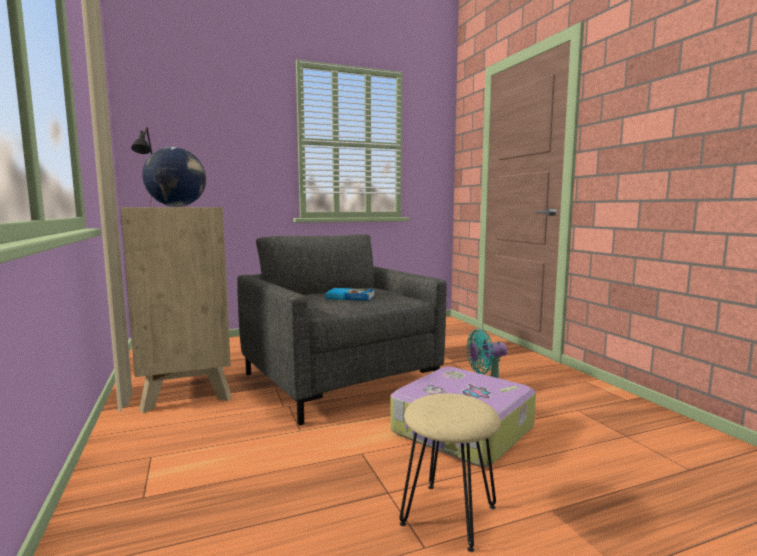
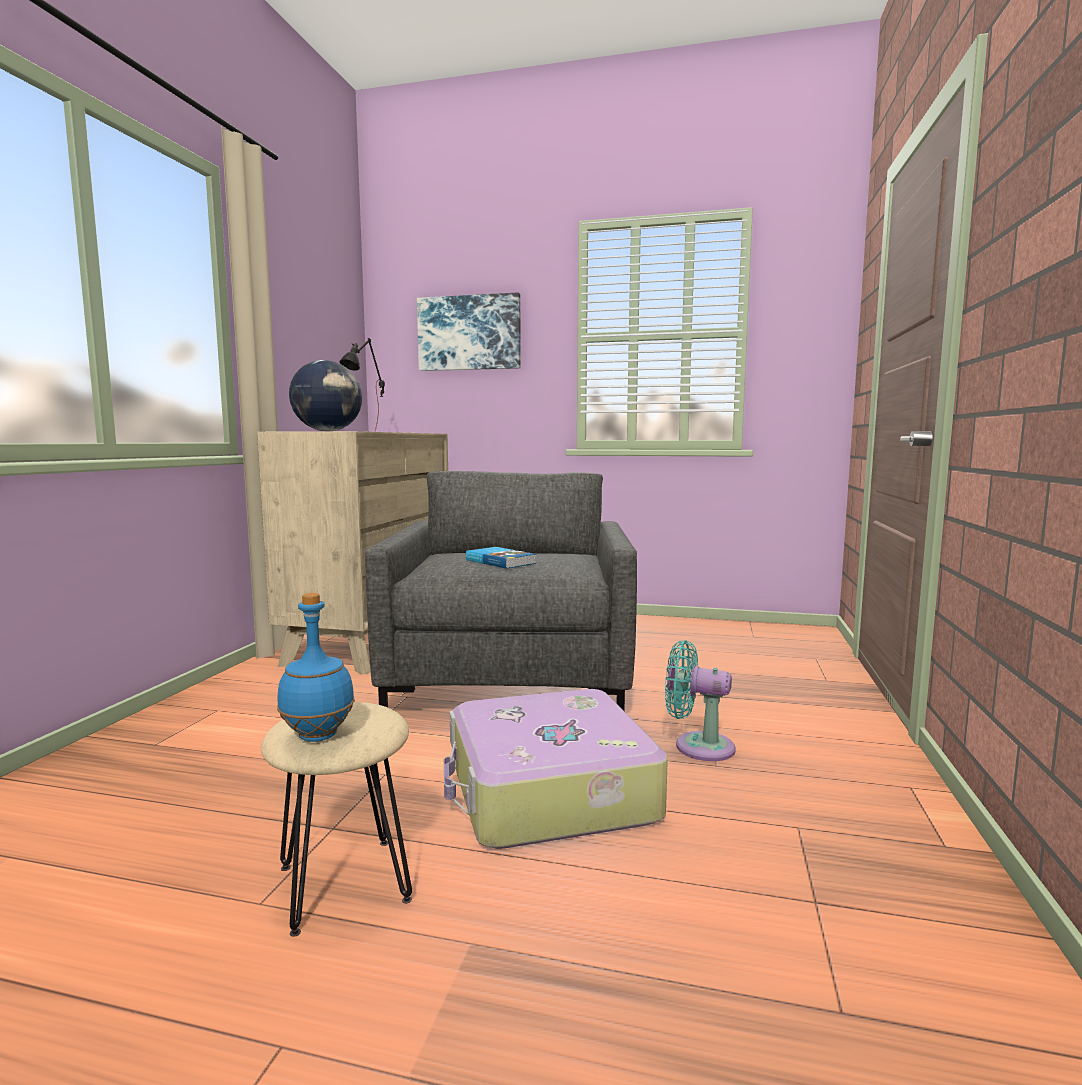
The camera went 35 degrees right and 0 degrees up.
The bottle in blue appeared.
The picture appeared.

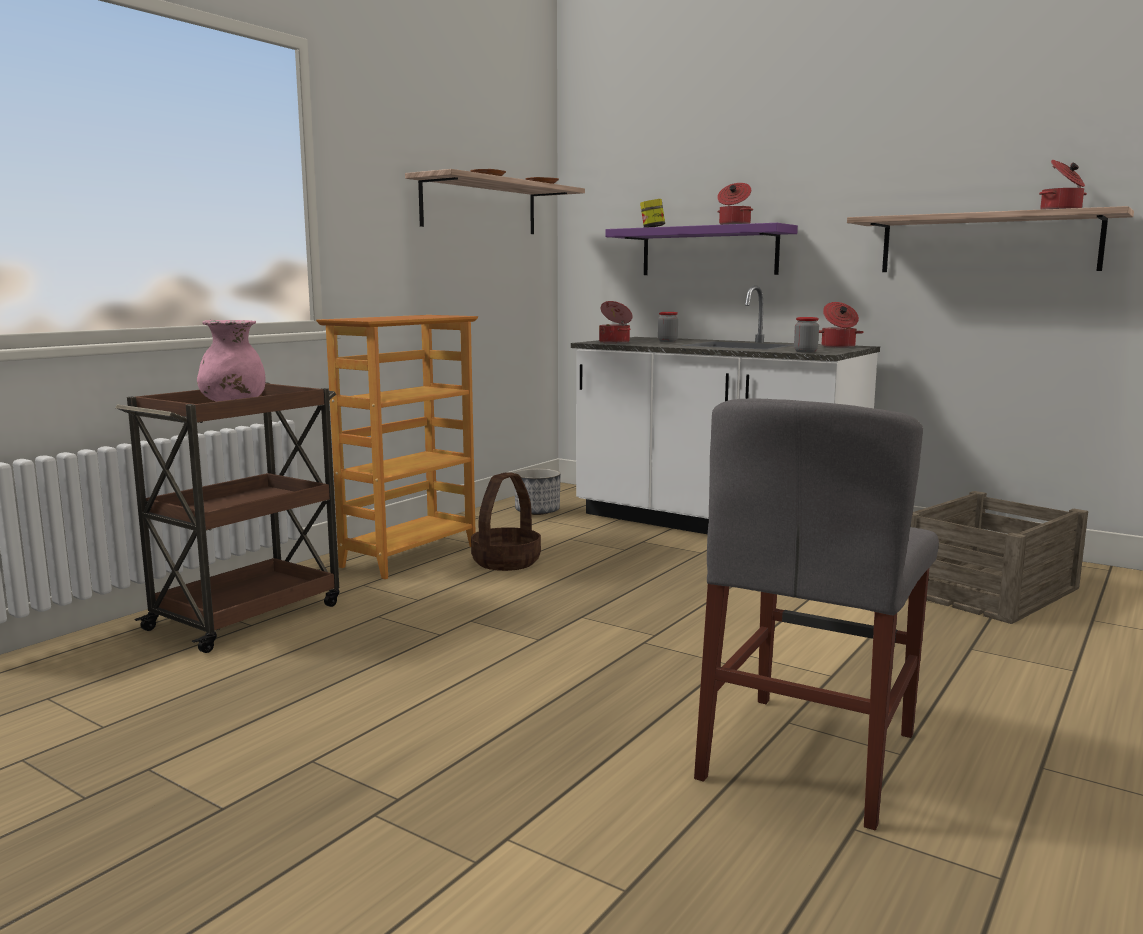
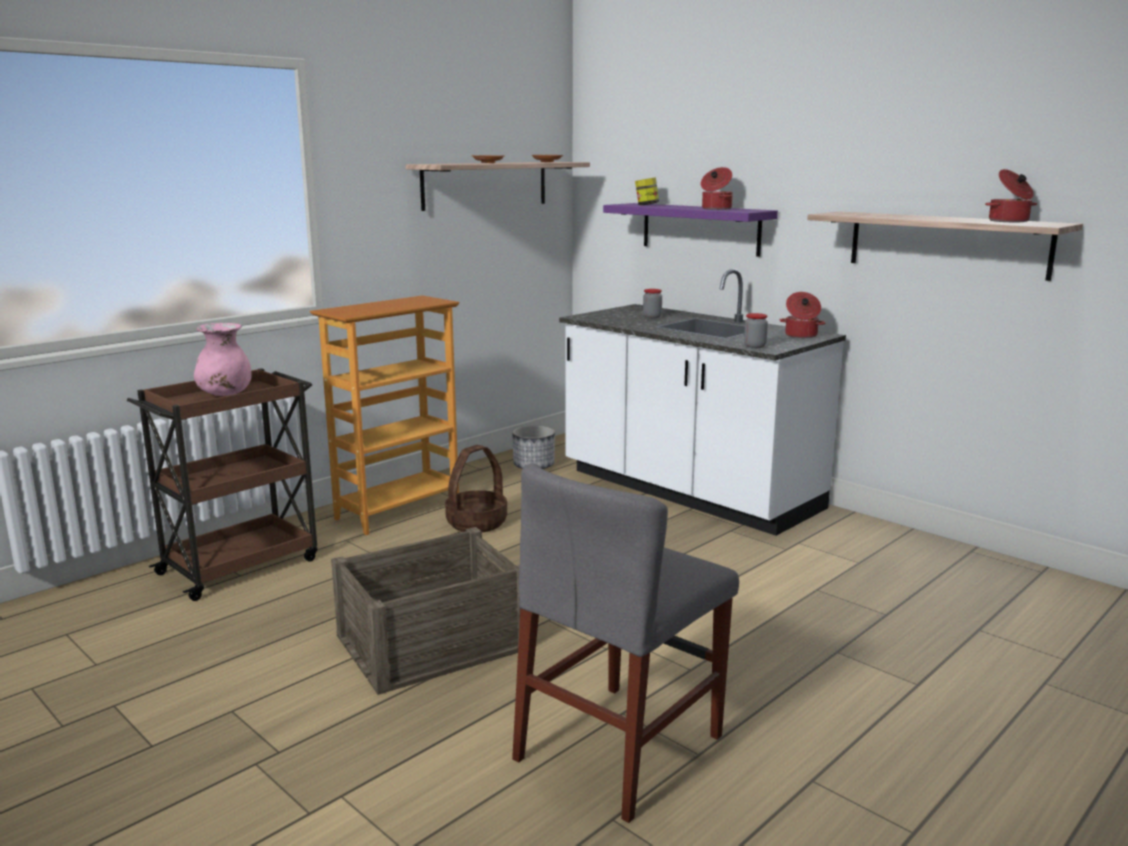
The camera went 10 degrees right and 5 degrees up.
The cooking pot (no. 1 from left) disappeared.
The crate moved.

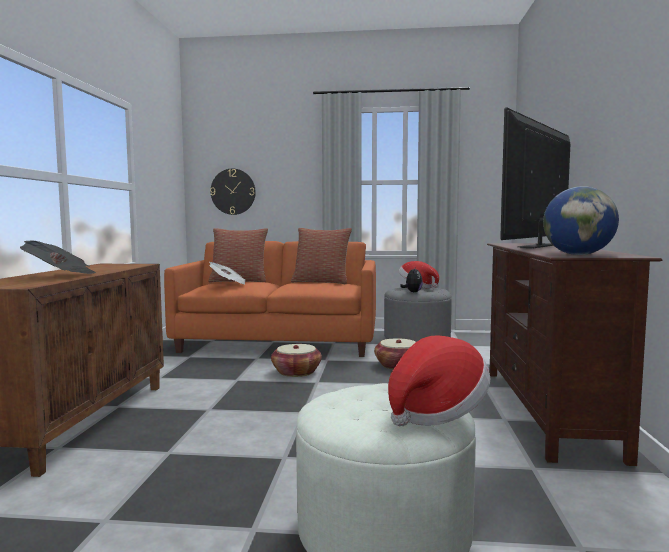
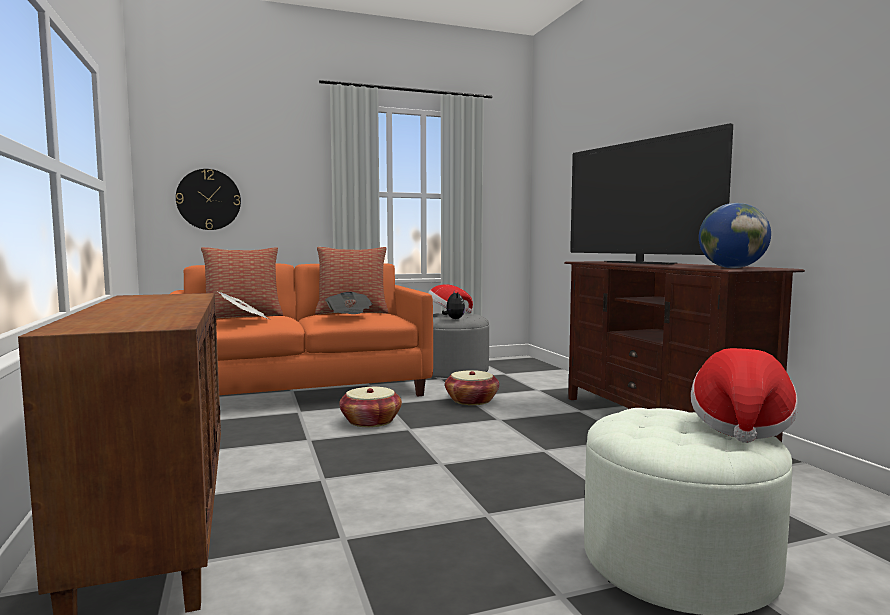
The camera went 25 degrees left and 0 degrees up.
The newspaper (no. 1 from left in the first image) moved.
The television turned 45 degrees counterclockwise.

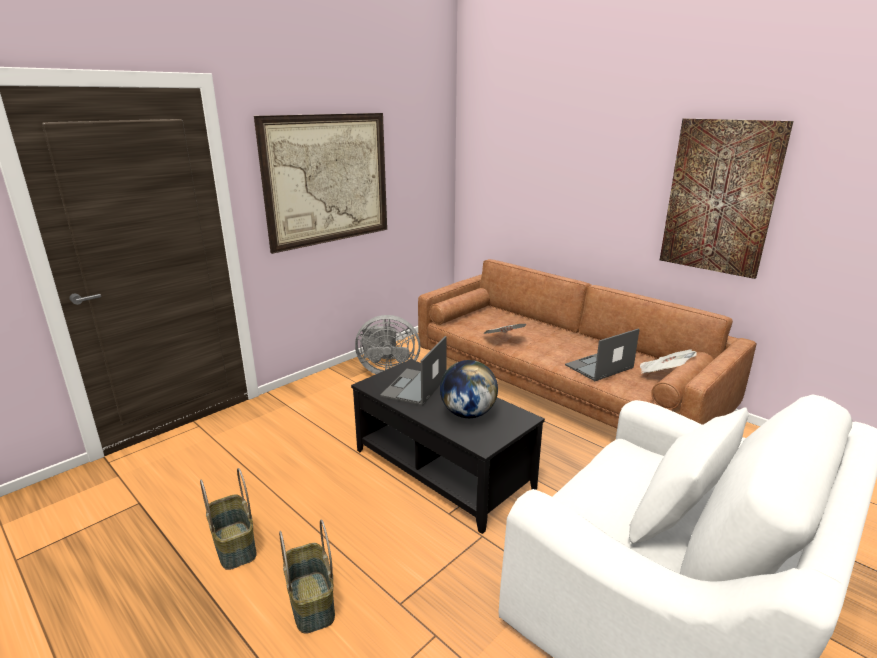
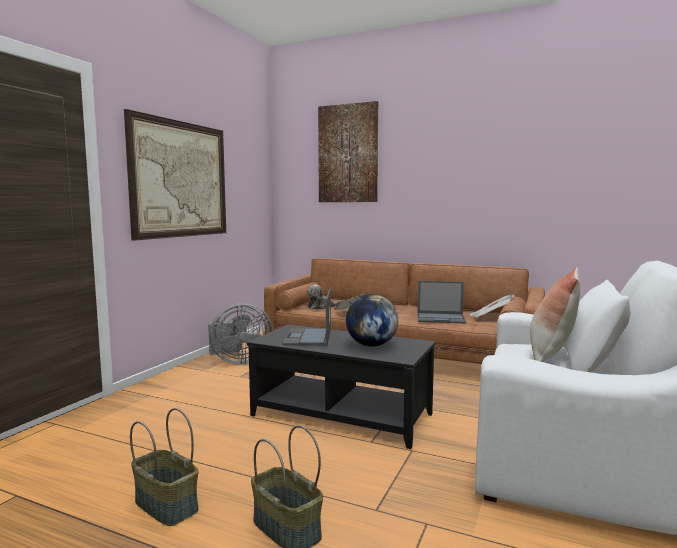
The camera went 20 degrees left and 15 degrees down.
The laptop (no. 2 from left) turned 120 degrees counterclockwise.
The picture (no. 2 from left) moved.
The plush toy appeared.
The pillow appeared.

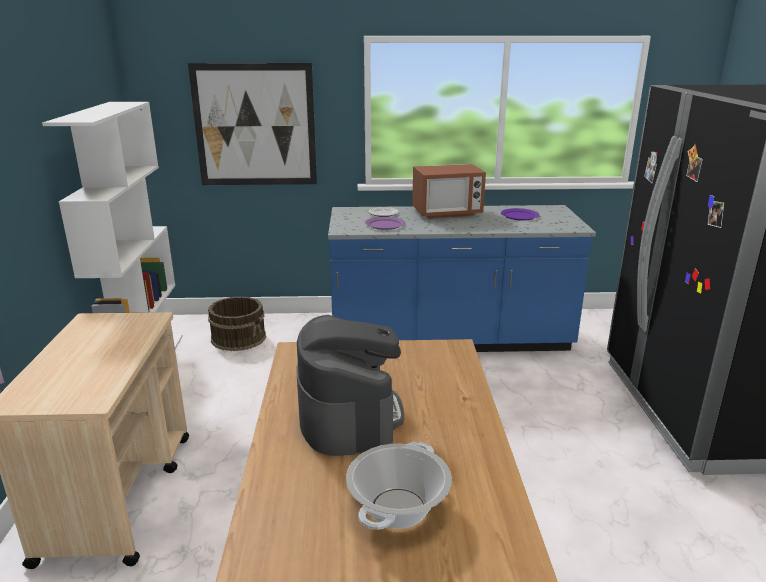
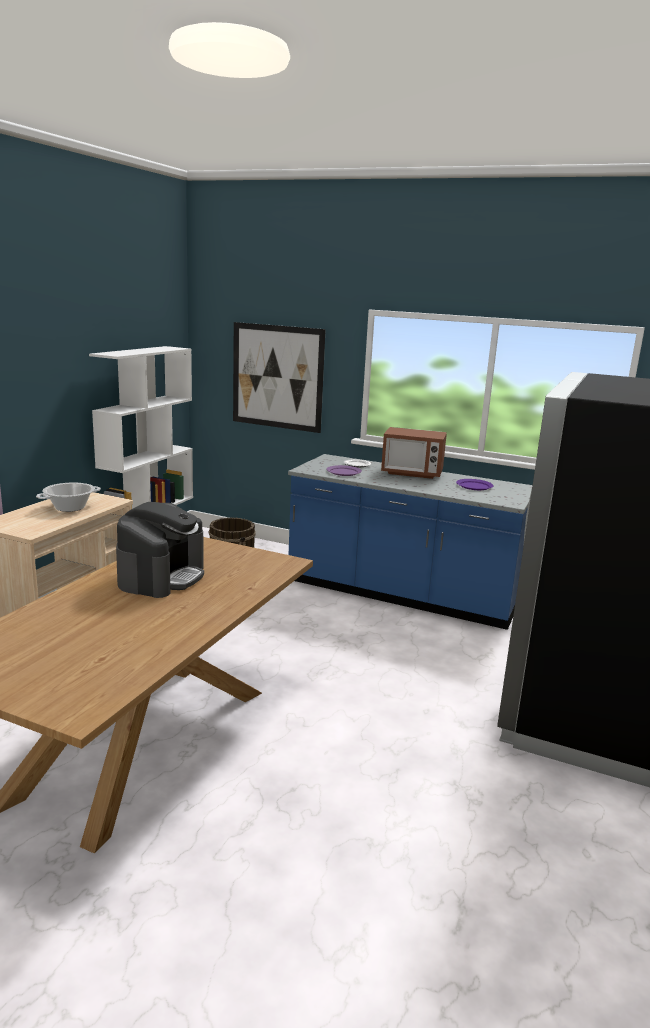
The camera went 25 degrees right and 5 degrees down.
The cooking pot moved.

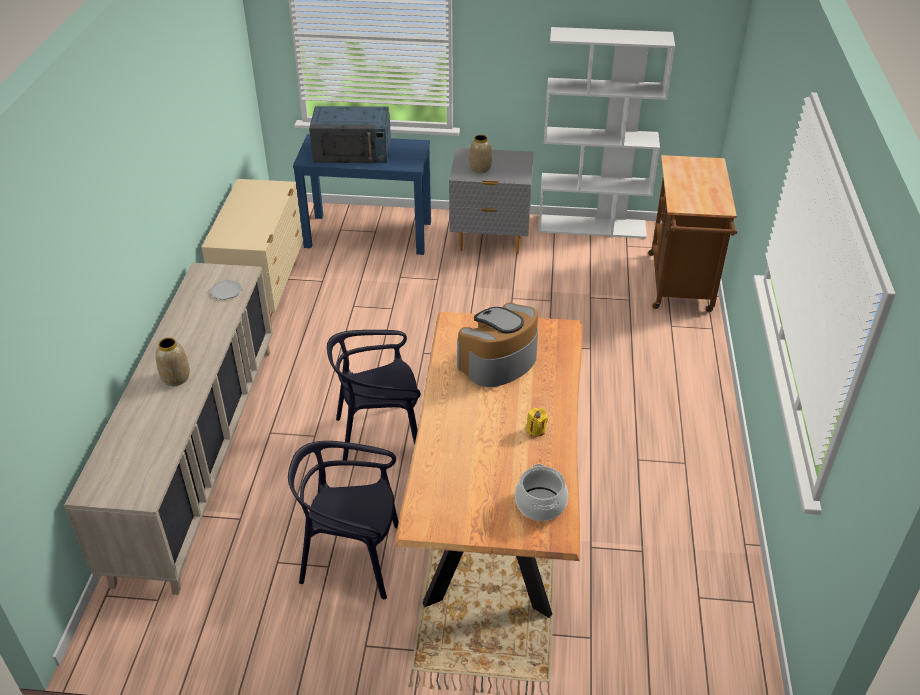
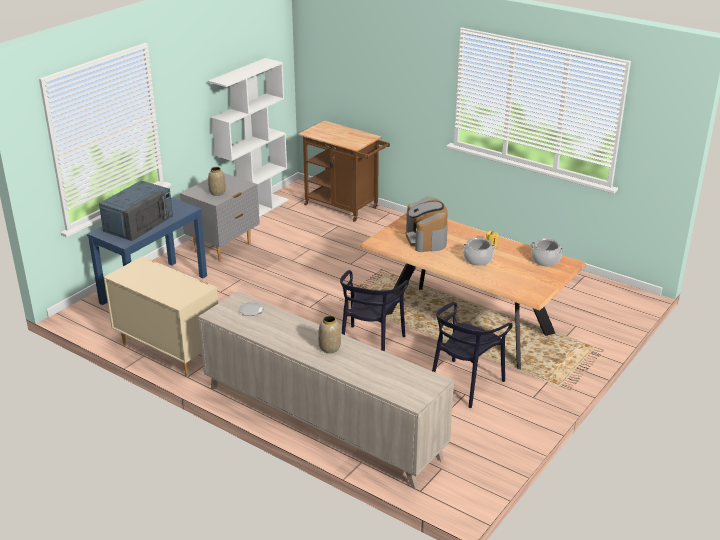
The camera went 60 degrees left and 10 degrees down.
The cooking pot (no. 1 from left) appeared.

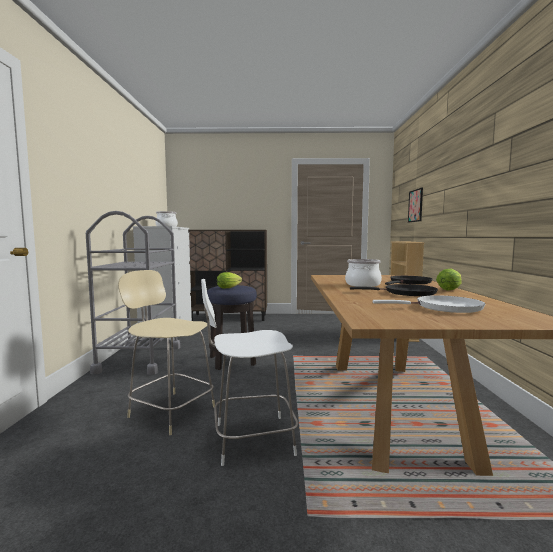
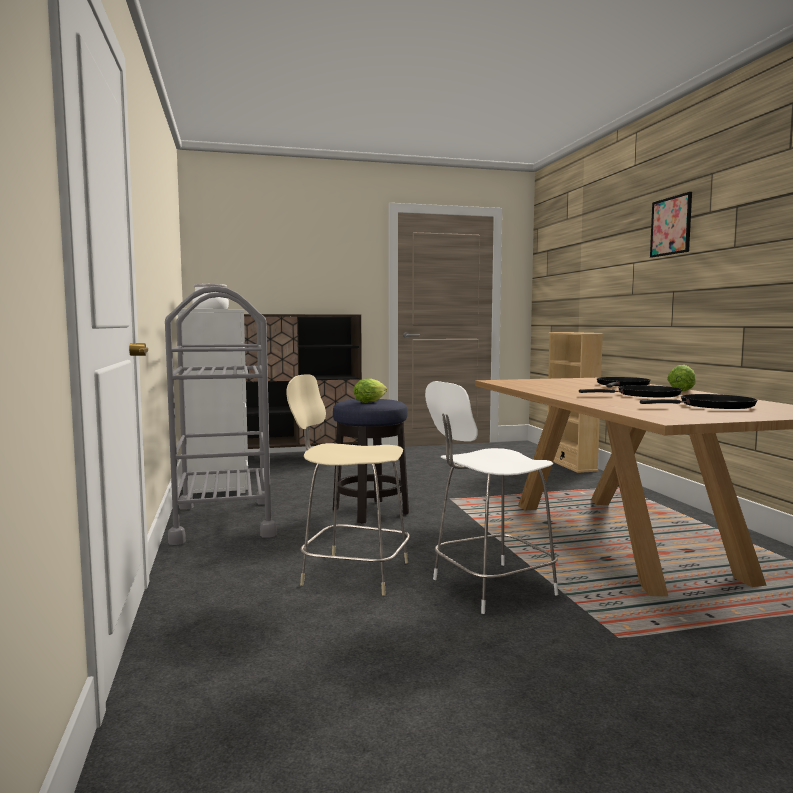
The camera went 15 degrees left and 0 degrees up.
The cooking pot (no. 2 from left) disappeared.
The frying pan in white became the frying pan in black (no. 3 from left).
The picture moved.

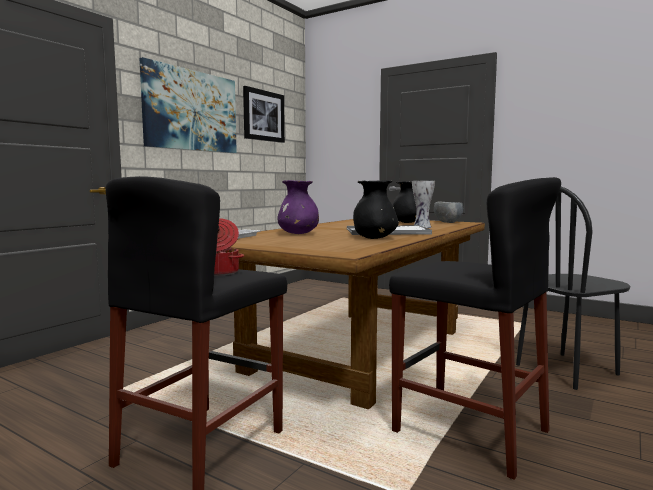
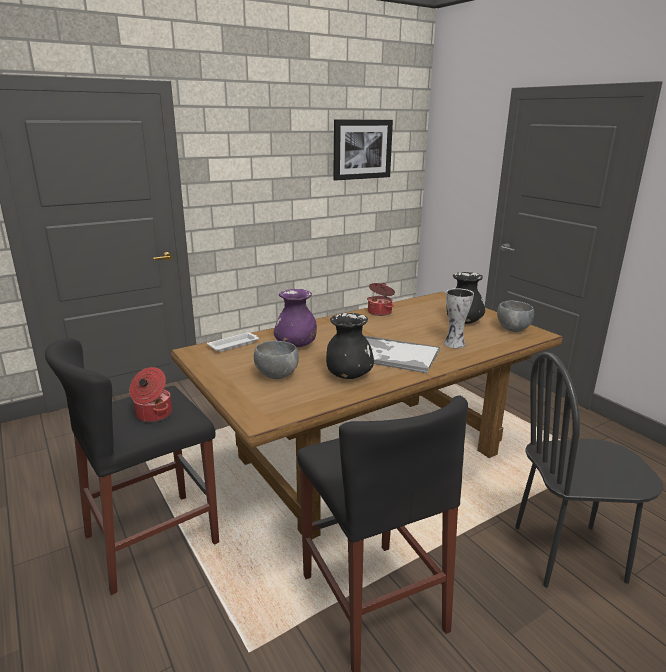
The camera went 25 degrees right and 15 degrees up.
The picture (no. 1 from left) disappeared.
The bowl in grey (no. 1 from left) appeared.
The cooking pot (no. 2 from left) appeared.

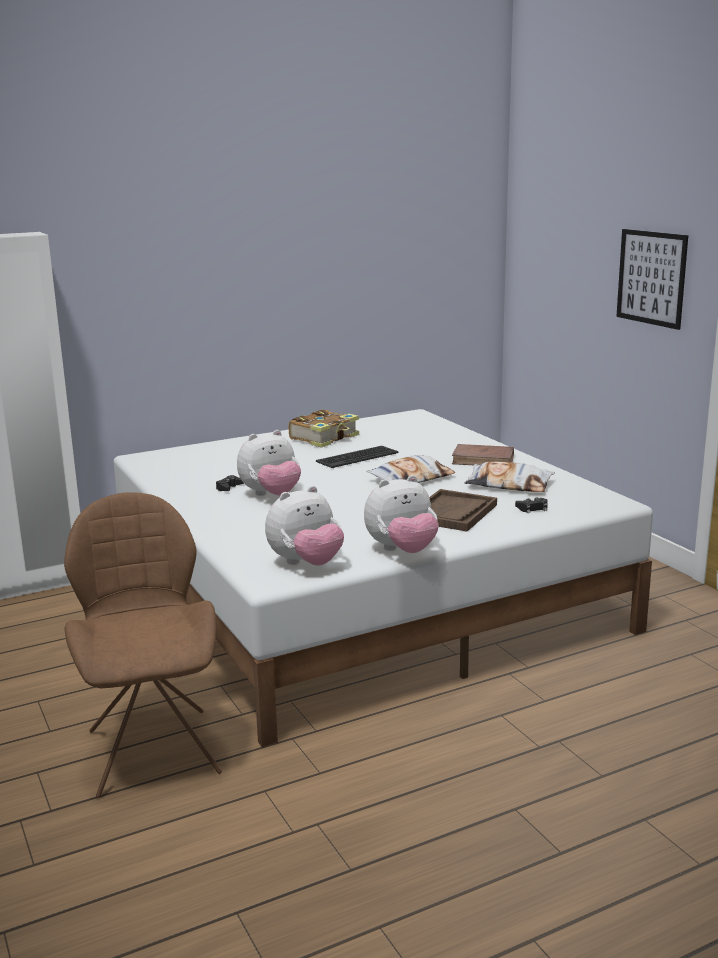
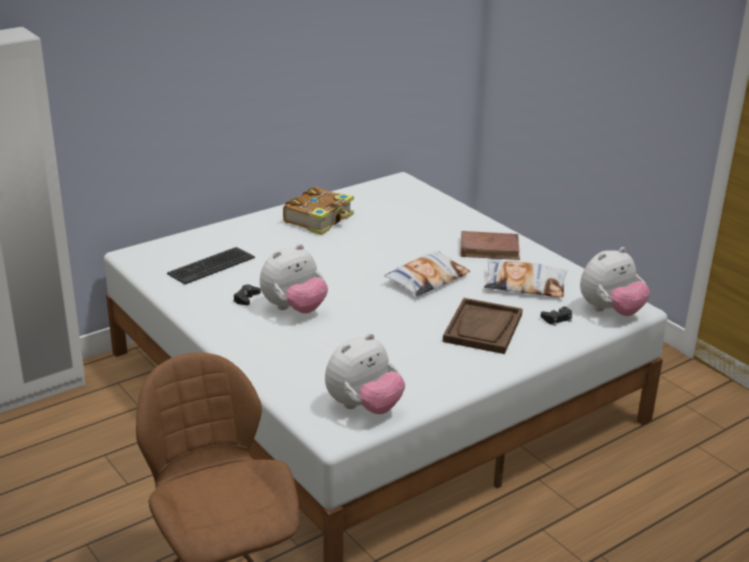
The camera went 10 degrees left and 10 degrees up.
The keyboard moved.
The plush toy (no. 3 from left) moved.
The picture disappeared.

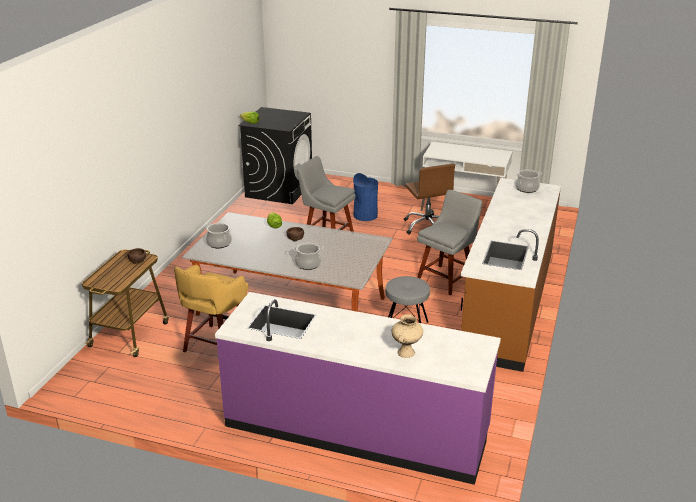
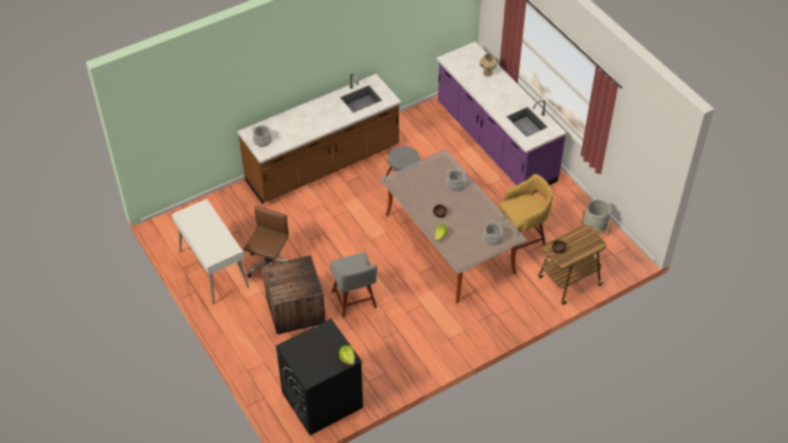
The camera went 140 degrees left and 20 degrees up.
The trash can in blue was replaced by the crate.
The chair in grey (no. 2 from left) disappeared.
The planter in grey appeared.

